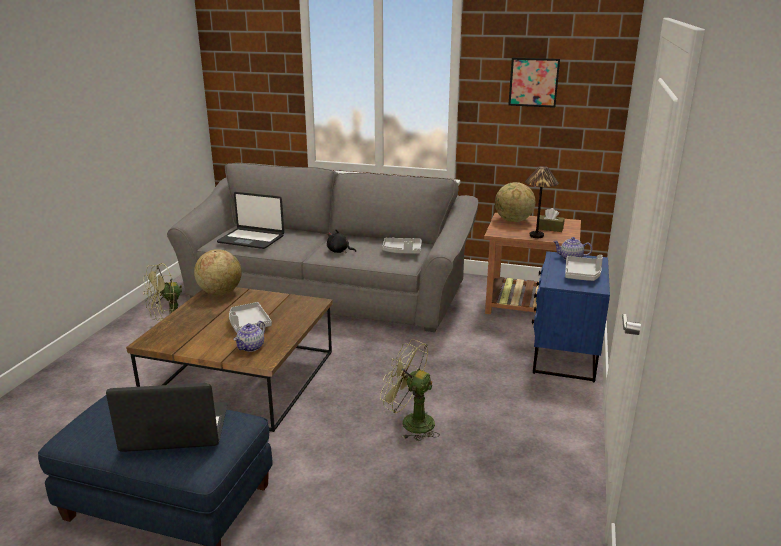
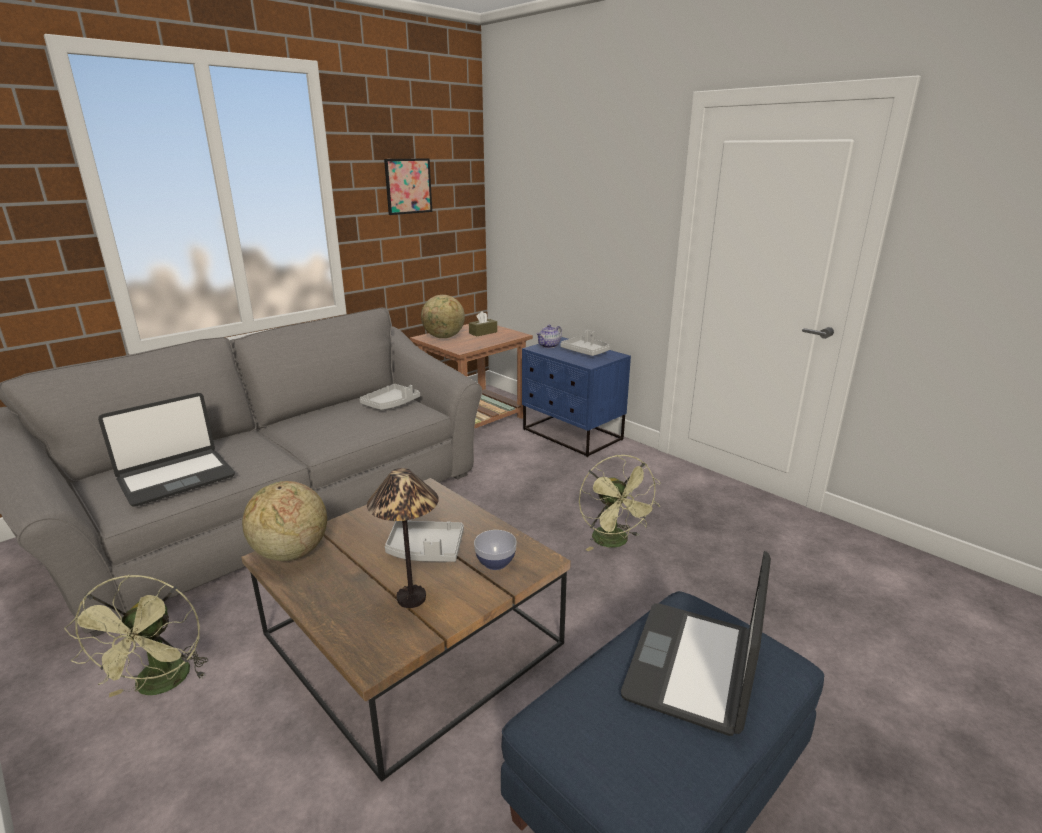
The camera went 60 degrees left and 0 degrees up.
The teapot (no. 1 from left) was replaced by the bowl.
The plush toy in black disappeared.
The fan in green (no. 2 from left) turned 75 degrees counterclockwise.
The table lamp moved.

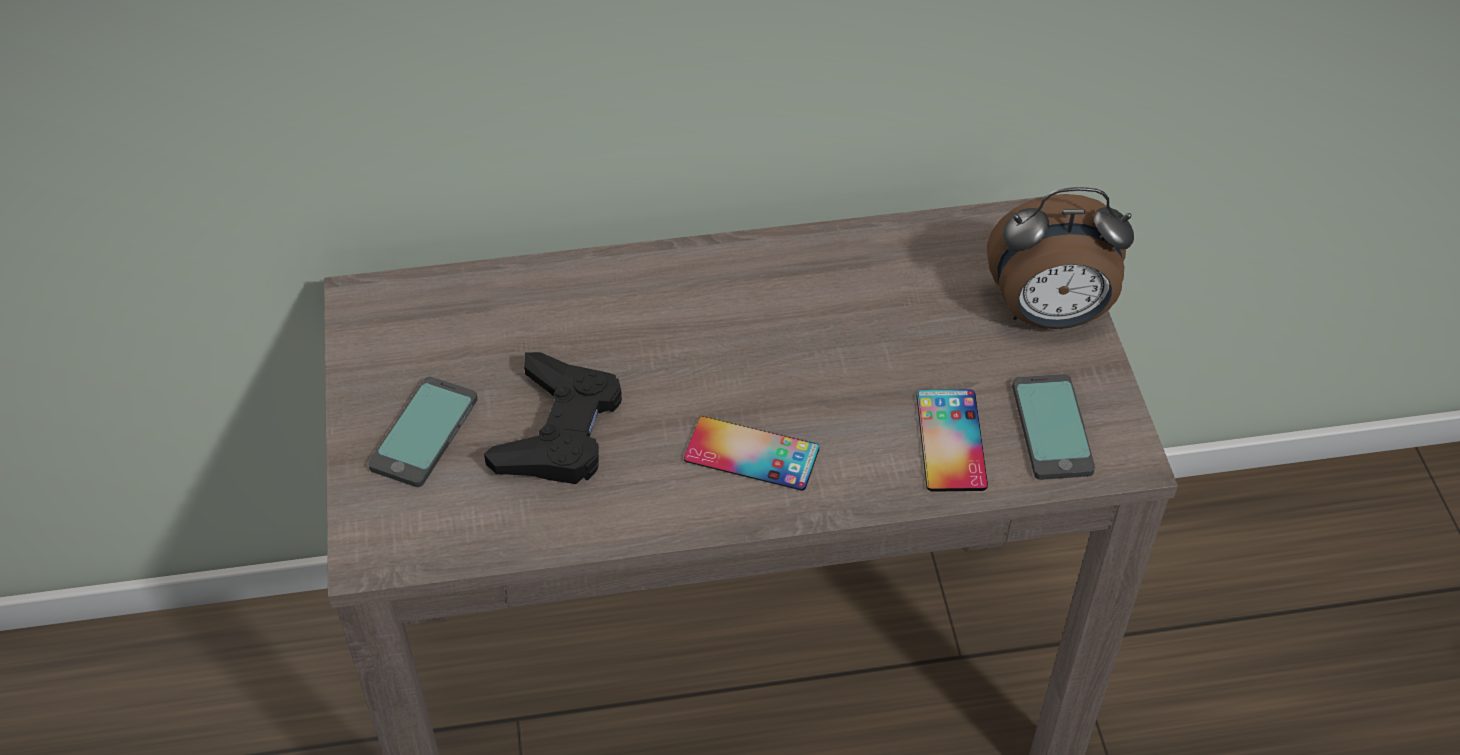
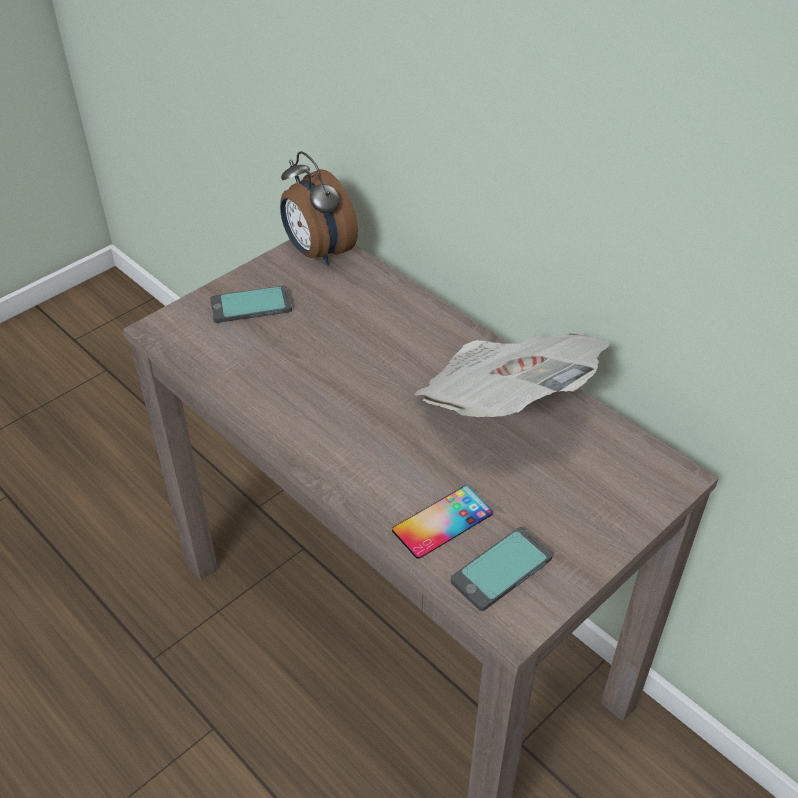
The camera went 55 degrees right and 5 degrees down.
The game controller in black disappeared.
The phone (no. 2 from left) disappeared.
The alarm clock moved.
The newspaper appeared.

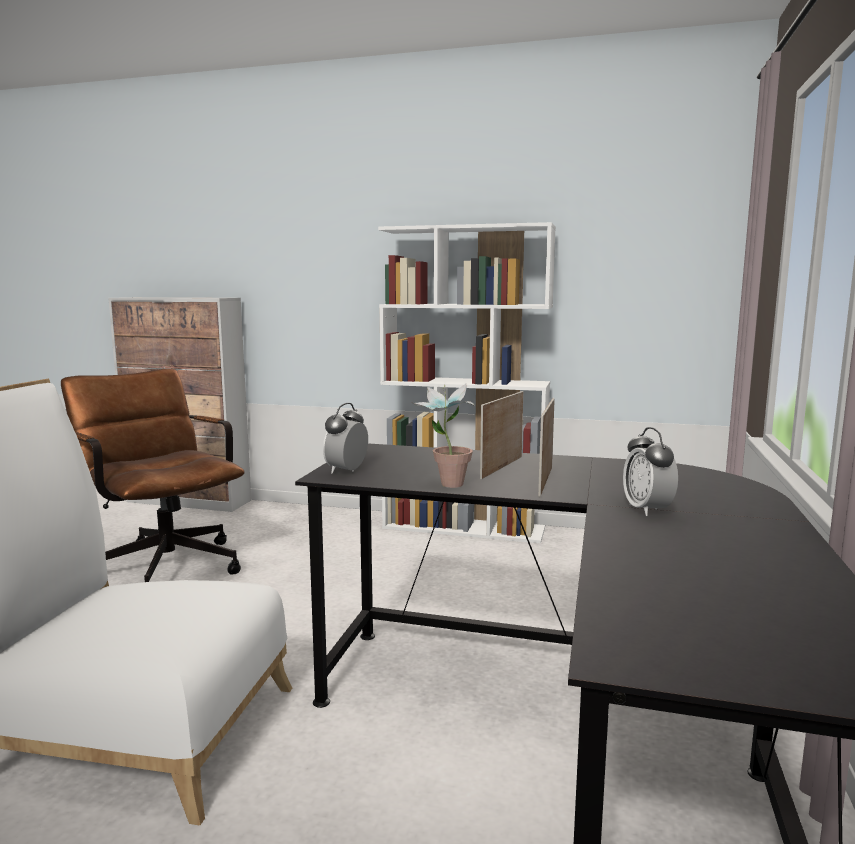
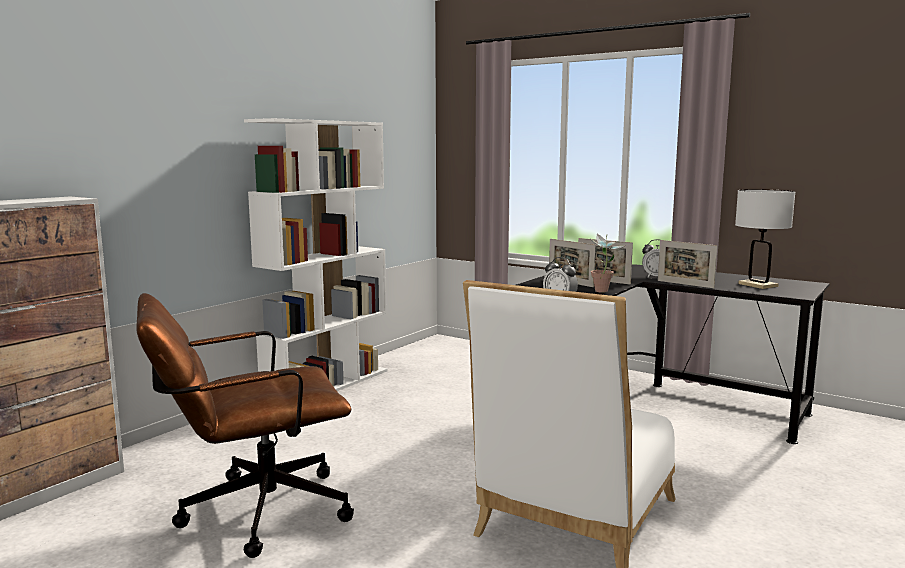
The camera went 70 degrees left and 0 degrees up.
The picture frame (no. 3 from left) appeared.
The table lamp in white appeared.

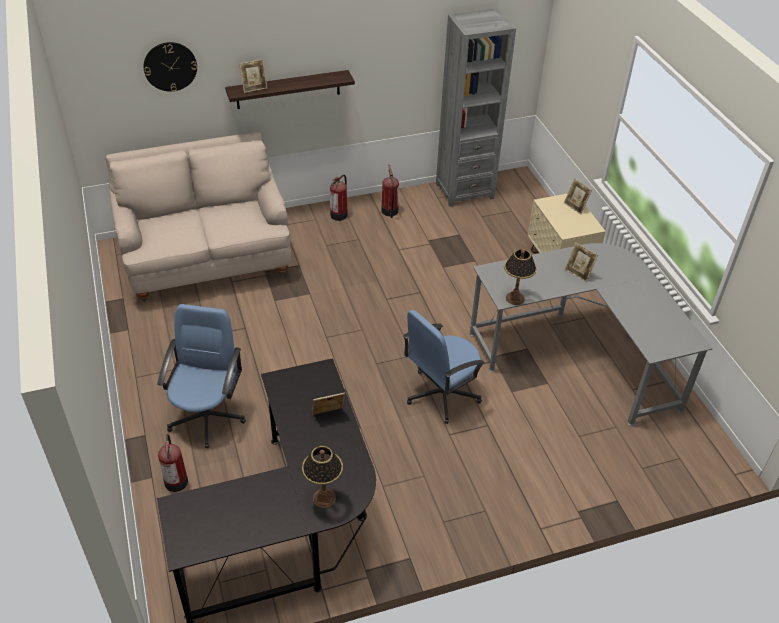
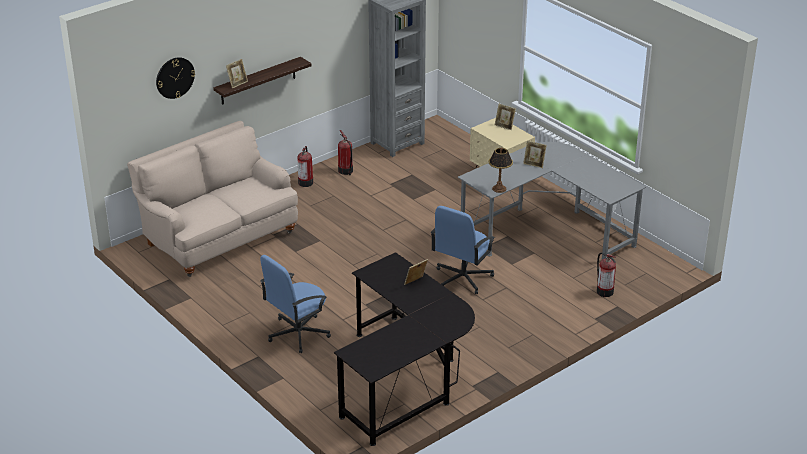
The camera went 20 degrees left and 10 degrees down.
The office chair in blue (no. 1 from left) turned 120 degrees counterclockwise.
The fire extinguisher (no. 1 from left in the first image) moved.
The table lamp (no. 1 from left) disappeared.

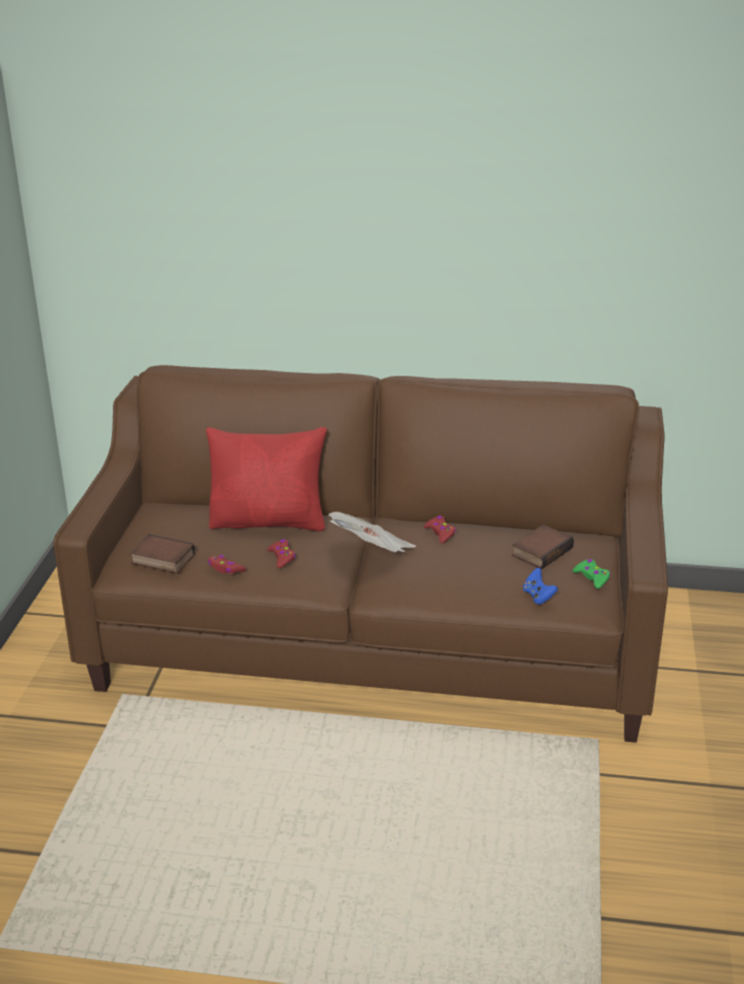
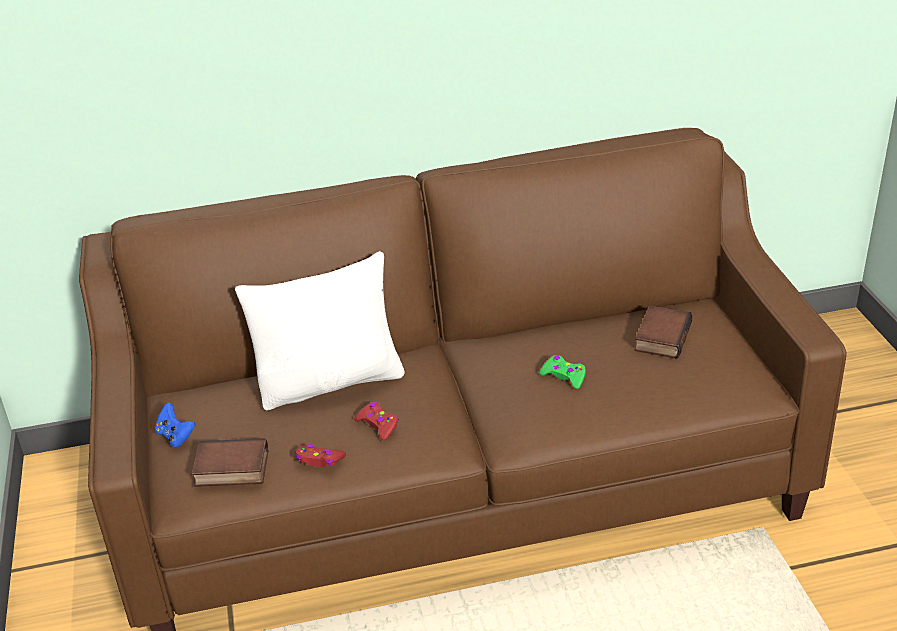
The camera went 20 degrees left and 5 degrees up.
The pillow in red became the pillow in white.
The newspaper disappeared.
The game controller in red (no. 3 from left) disappeared.
The game controller in blue moved.
The game controller in green moved.

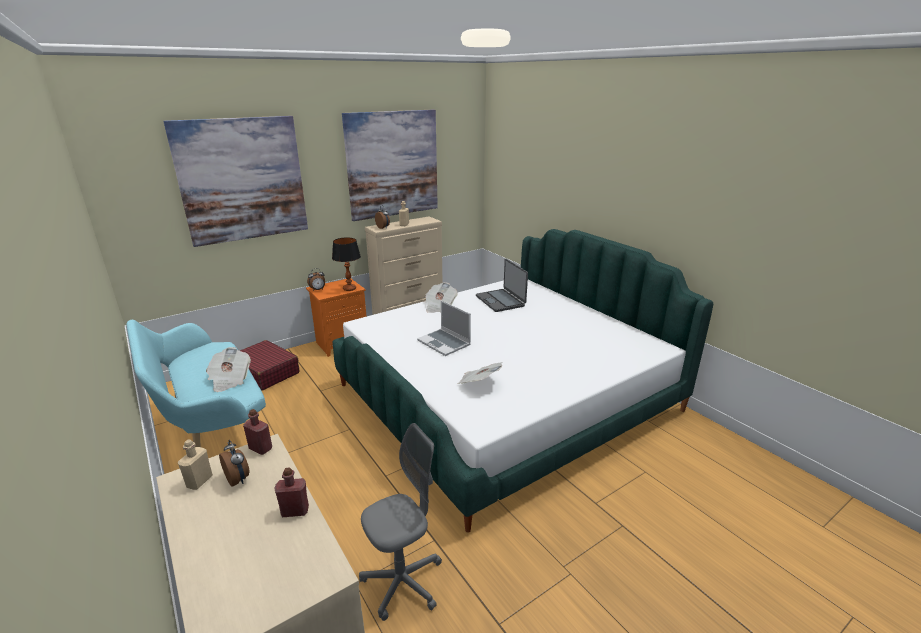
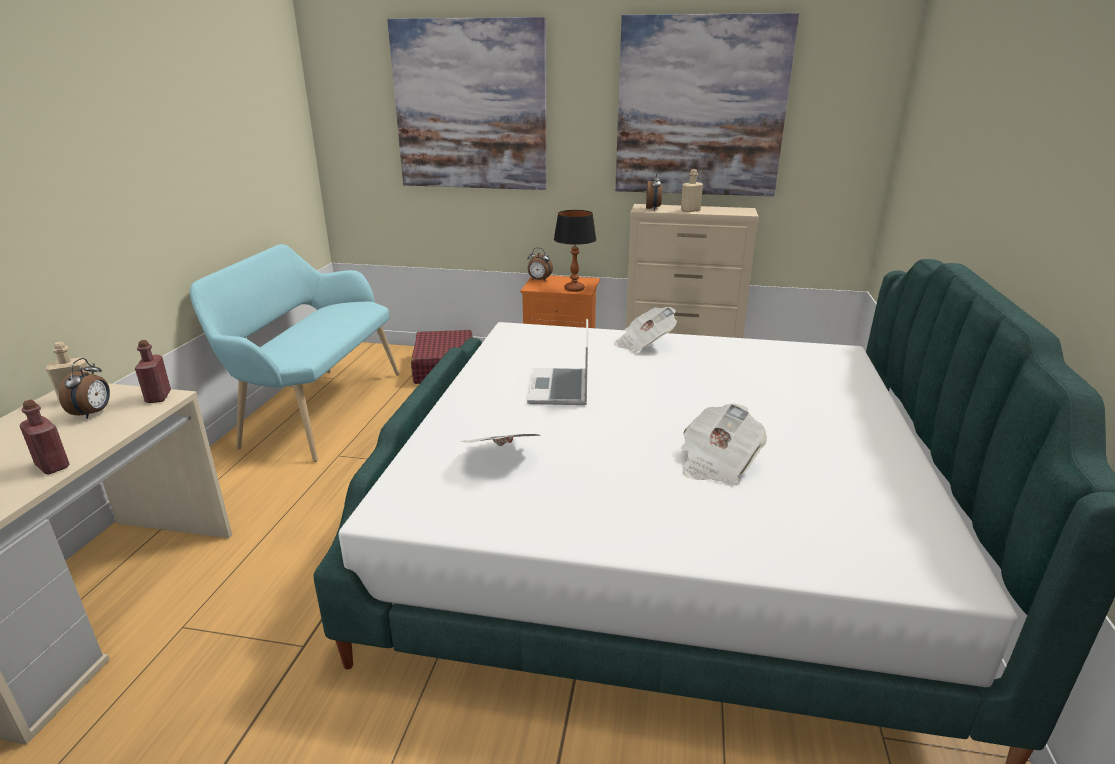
The camera went 45 degrees right and 0 degrees up.
The newspaper (no. 1 from left in the first image) moved.
The office chair in grey disappeared.
The laptop (no. 2 from left) disappeared.

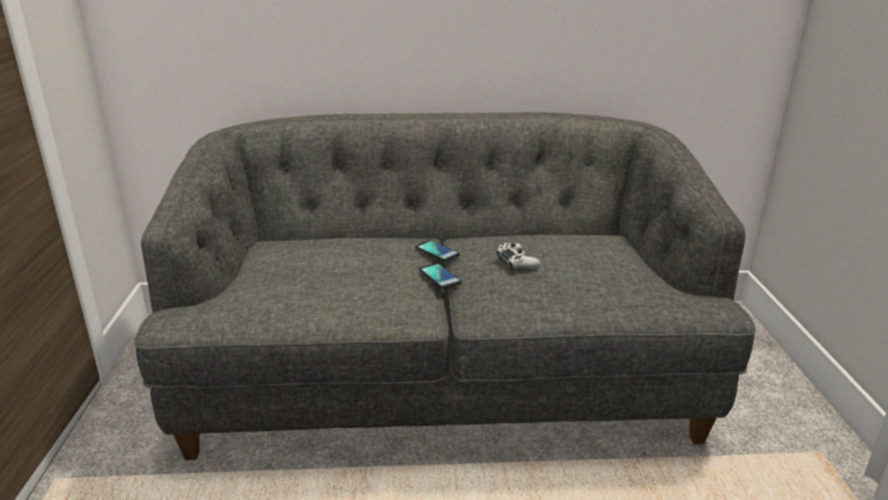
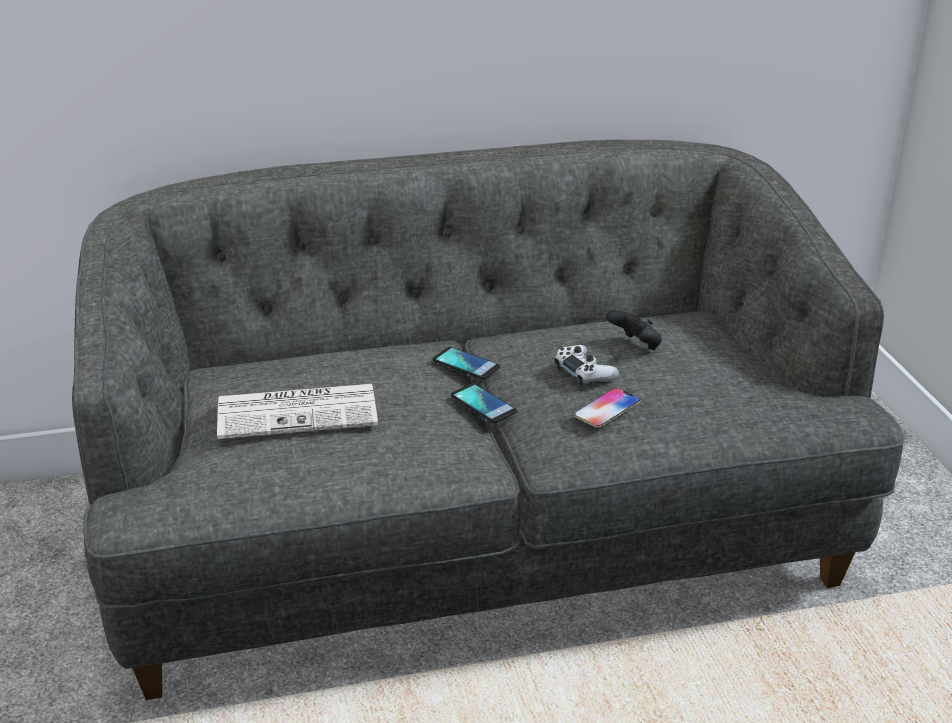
The camera went 10 degrees left and 5 degrees up.
The newspaper appeared.
The phone (no. 3 from left) appeared.
The game controller in black appeared.

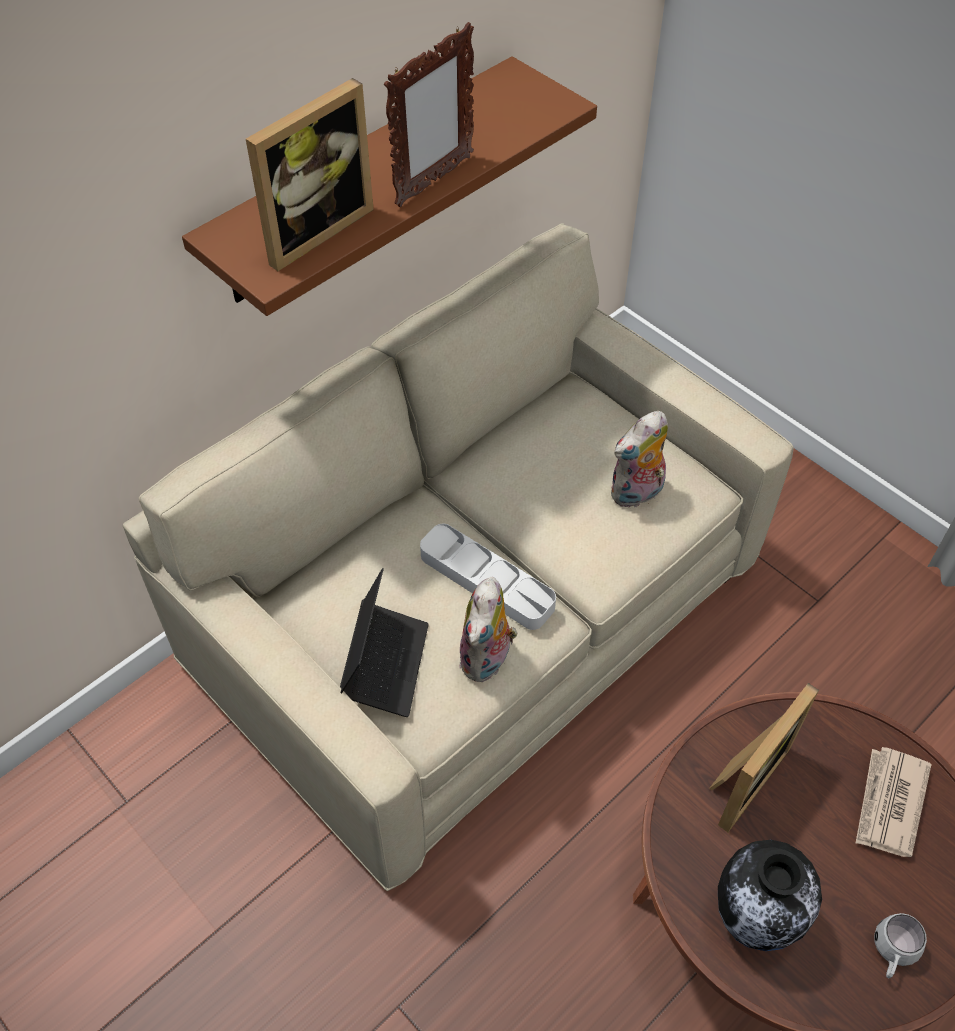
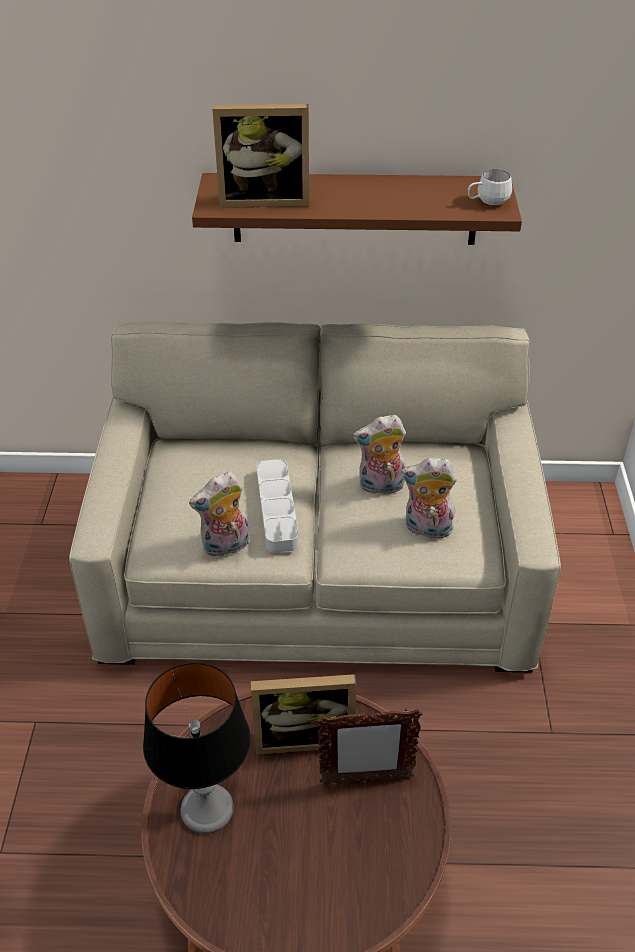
The camera went 45 degrees right and 10 degrees down.
The laptop disappeared.
The picture frame (no. 2 from left in the first image) moved.
The vase was replaced by the table lamp.
The newspaper disappeared.
The mug in white moved.
The plush toy (no. 2 from left) appeared.

